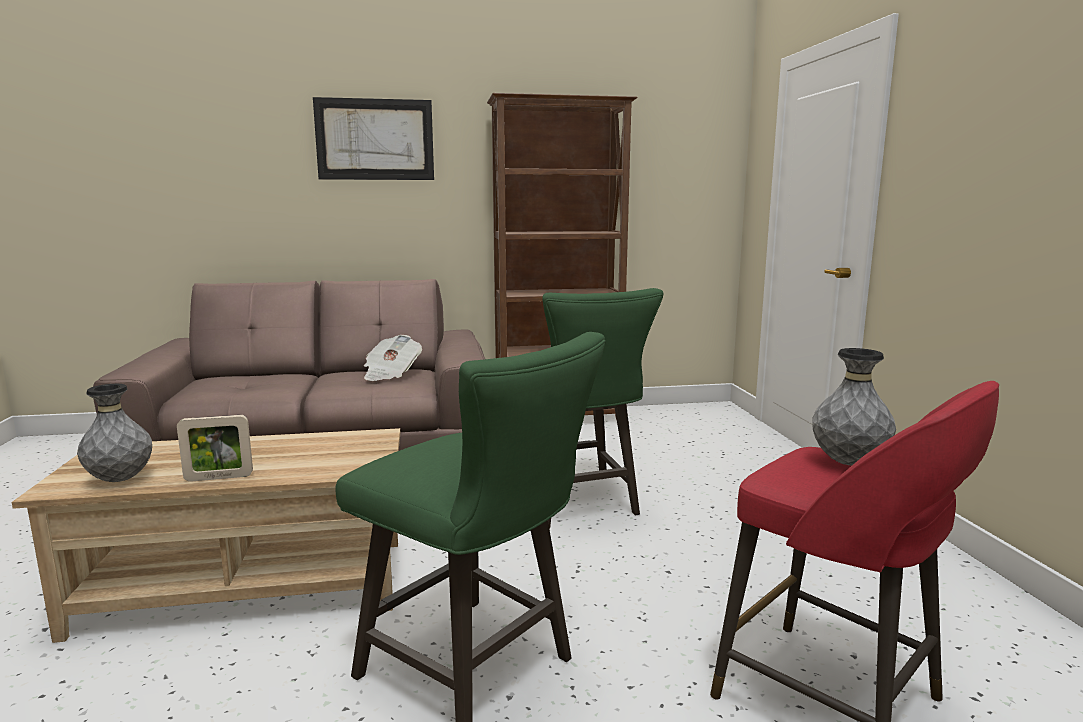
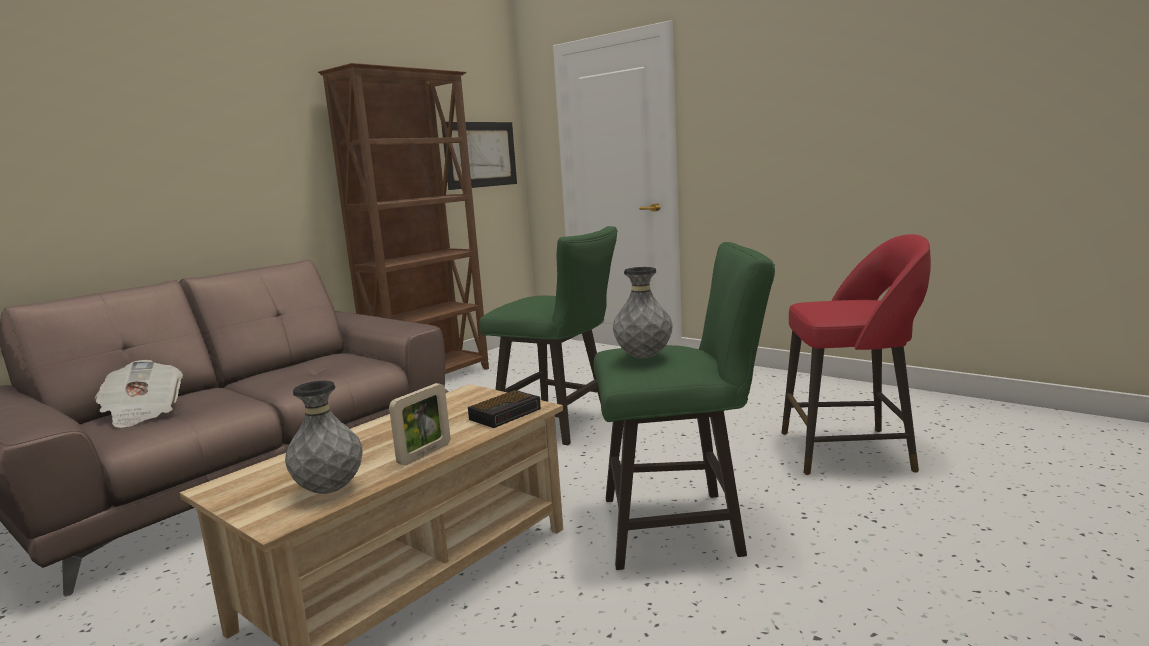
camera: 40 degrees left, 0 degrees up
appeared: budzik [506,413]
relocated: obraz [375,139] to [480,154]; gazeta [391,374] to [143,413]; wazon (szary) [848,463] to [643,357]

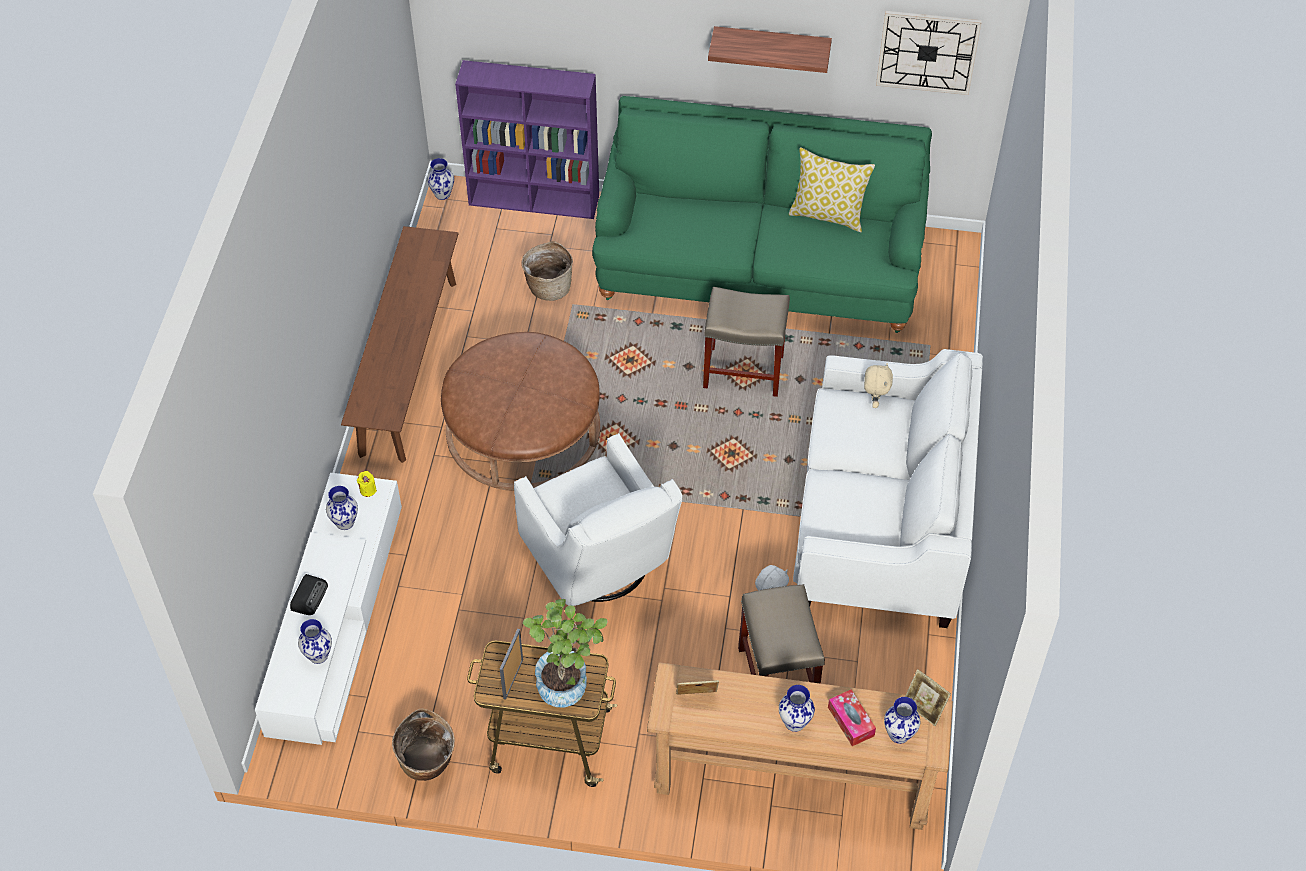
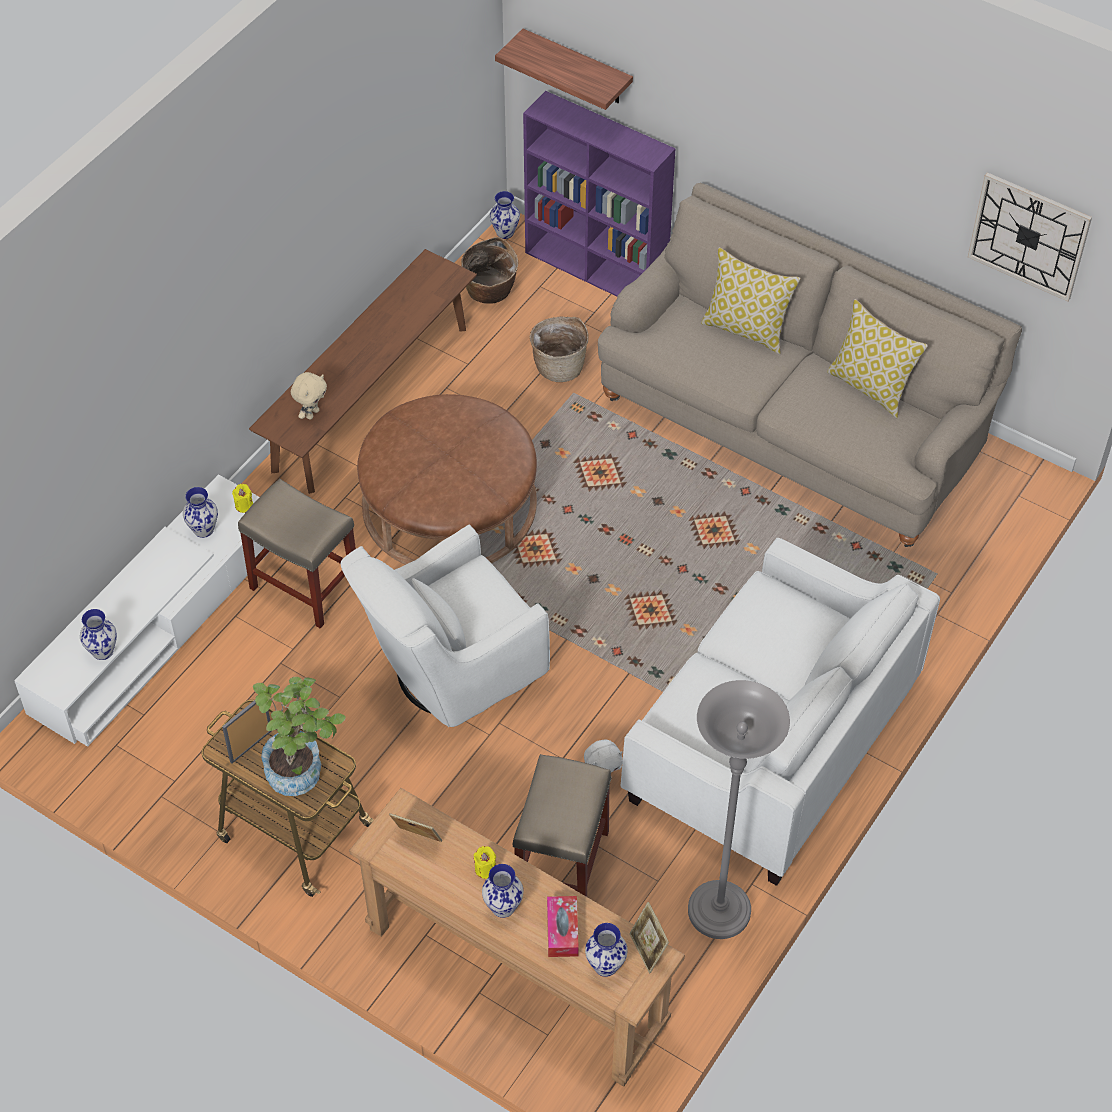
camera: 25 degrees right, 0 degrees up
missing: radio [309,596]
appeared: poduszka [746,329]; lampa stojąca (szary) [719,912]; świeca (żółty) [485,869]
relocated: półka [771,46] to [577,68]; stołek (beżowy) [744,371] to [306,587]; pluszak (beżowy) [874,401] to [312,413]; koszyk [427,763] to [490,292]
colour: kanapa (zielony) [758,269] to kanapa (beżowy) [794,424]
spun: fotel (biały) [601,564] = [448,673] 60 degrees clockwise

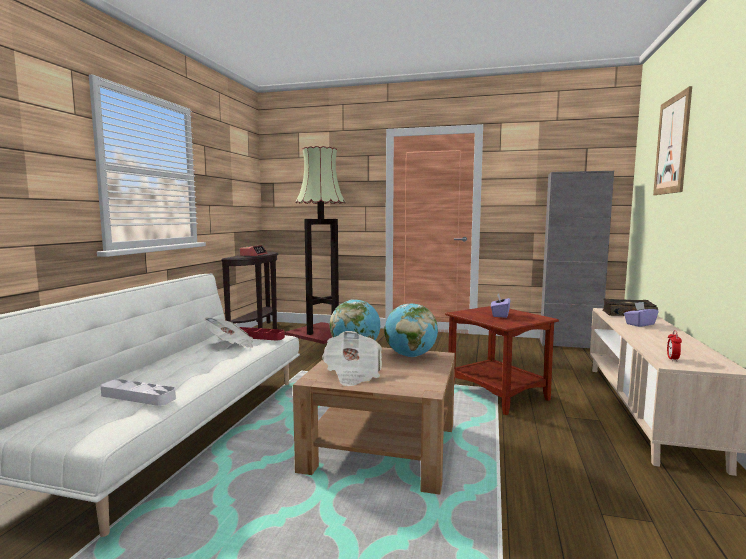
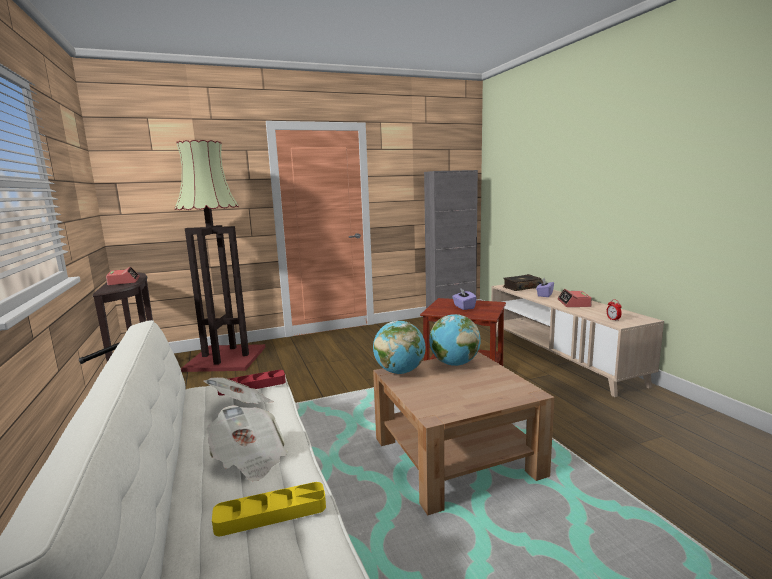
camera: 35 degrees left, 5 degrees up
missing: obraz [672,145]
appeared: budzik [574,303]
relocated: gazeta [352,374] to [249,459]
colour: taca (biały) [138,396] to taca (żółty) [271,513]

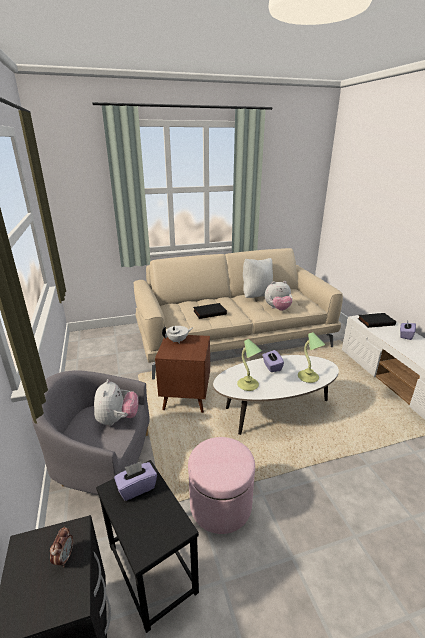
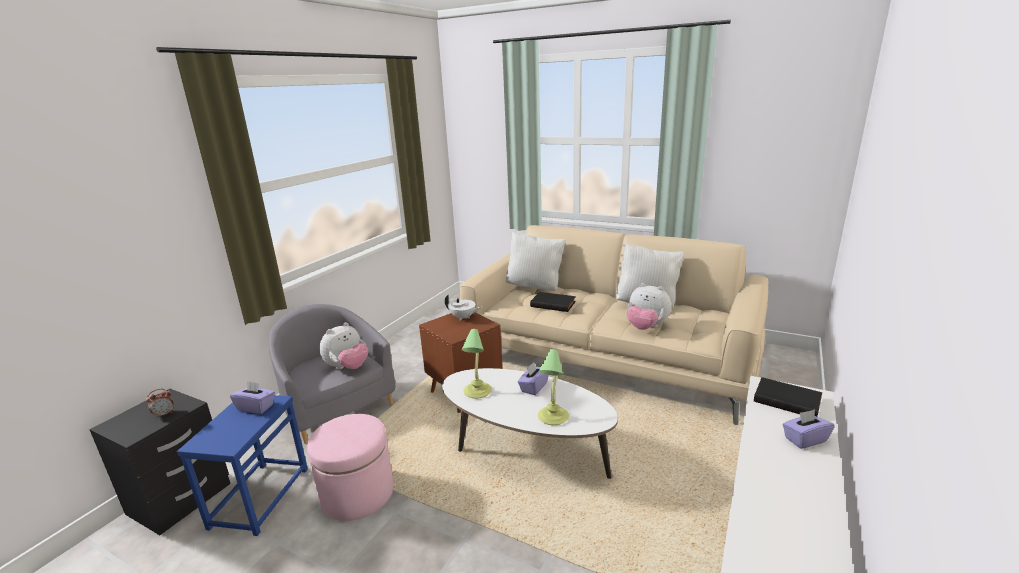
camera: 45 degrees right, 5 degrees down
appeared: poduszka (biały) [535,287]
colour: stolik (czarny) [151,569] to stolik (niebieski) [259,497]

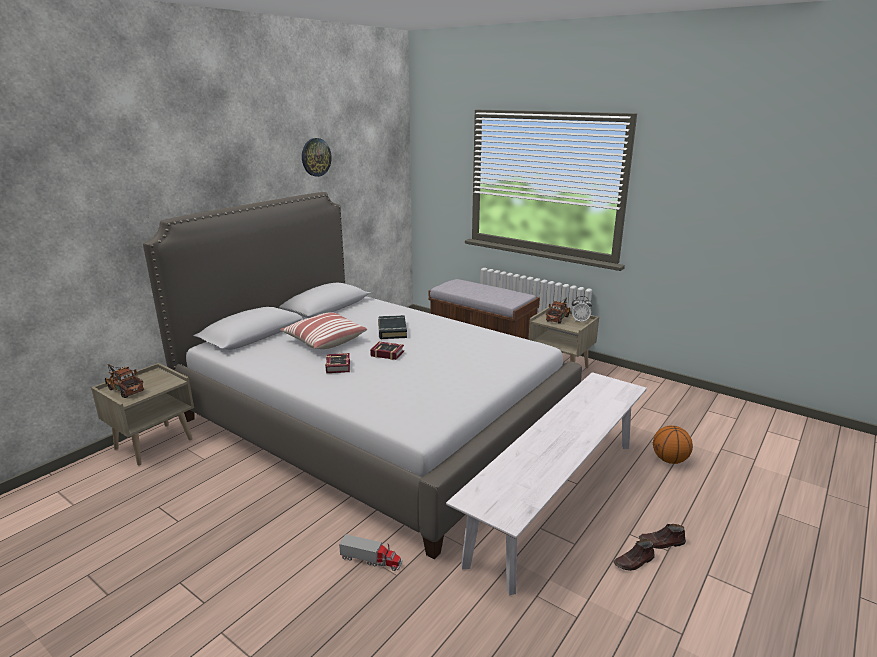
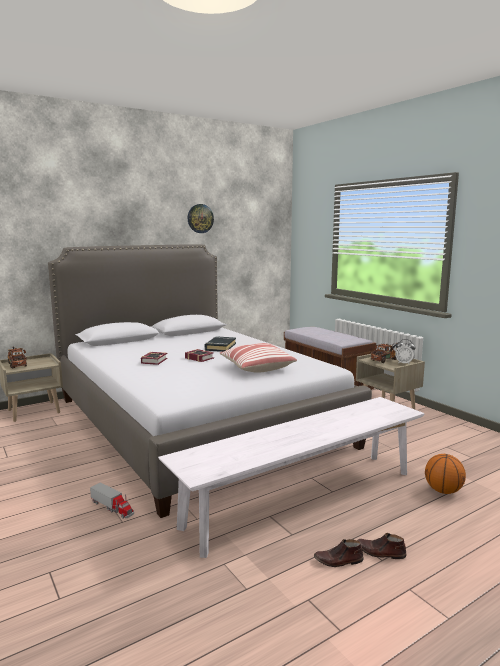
camera: 20 degrees right, 10 degrees down
relocated: poduszka [324,341] to [256,367]

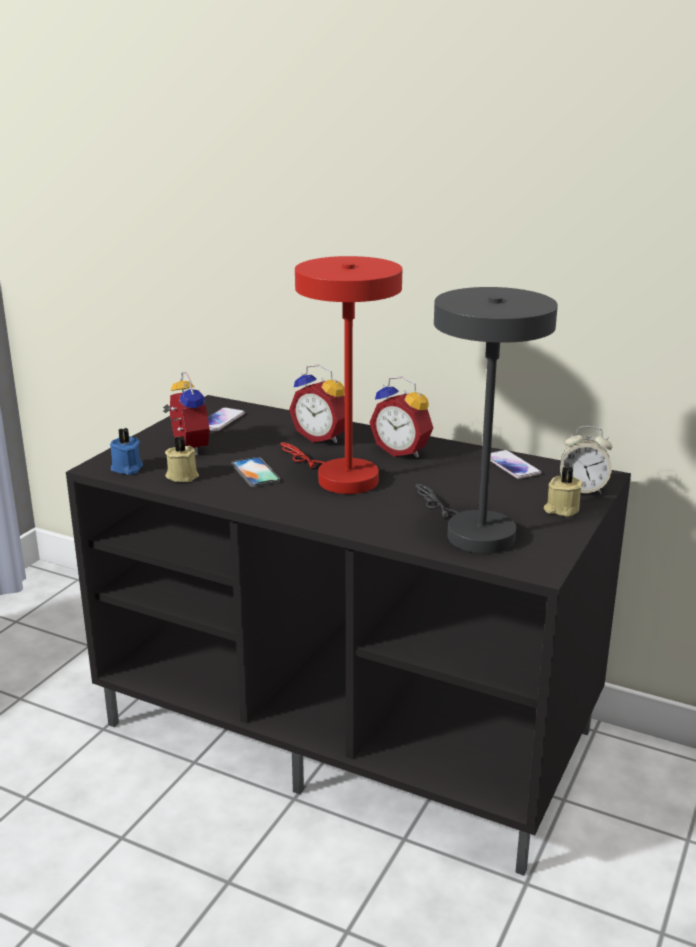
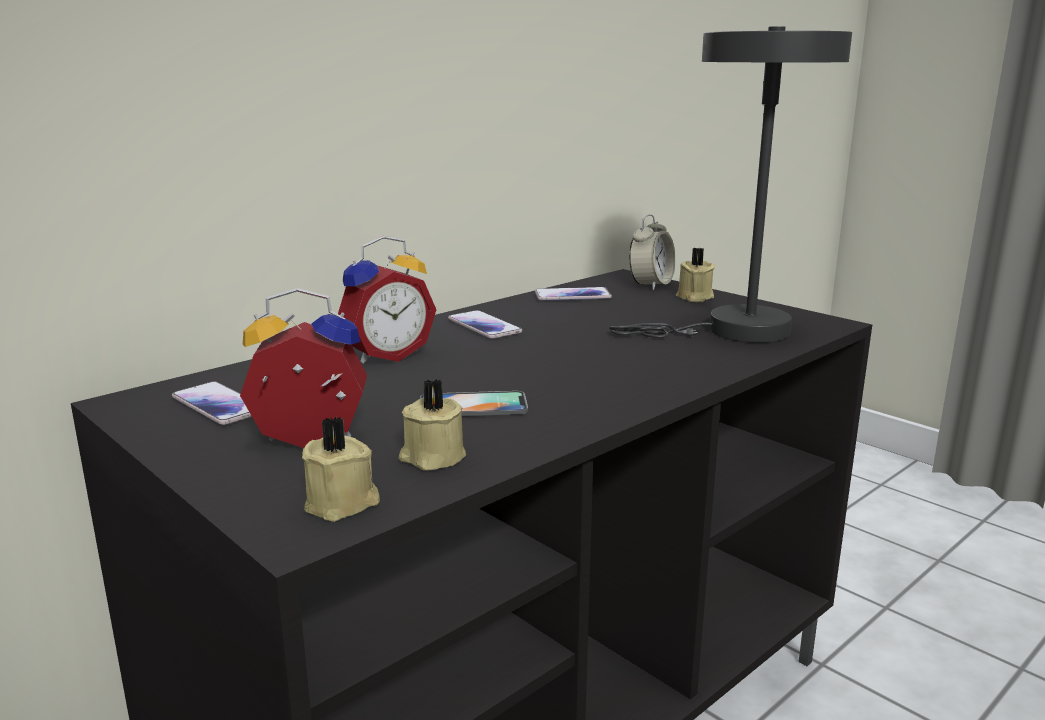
camera: 70 degrees left, 5 degrees down
missing: lampa stołowa (czerwony) [339,477]
exchanged: budzik [403,451] to telefon [484,326]
colour: świeca (niebieski) [127,468] to świeca (beżowy) [343,504]

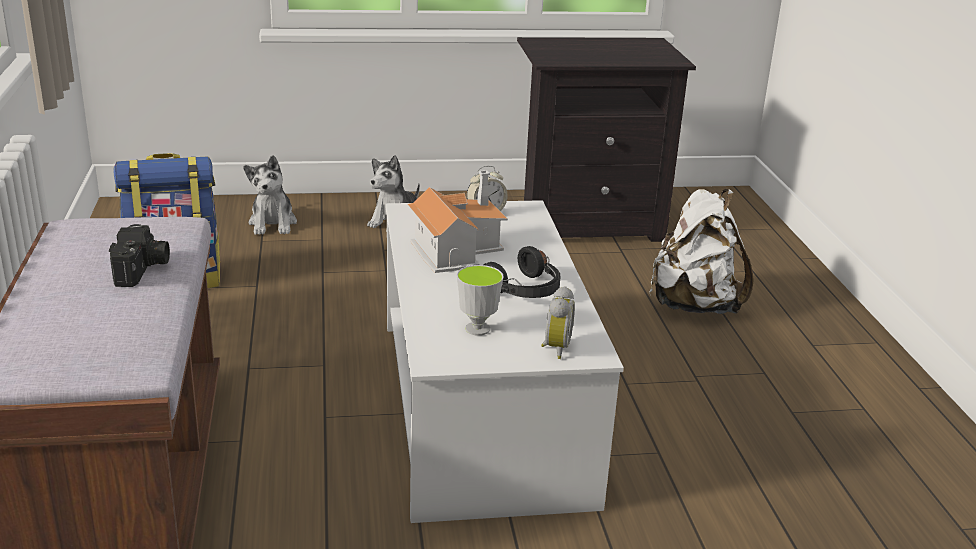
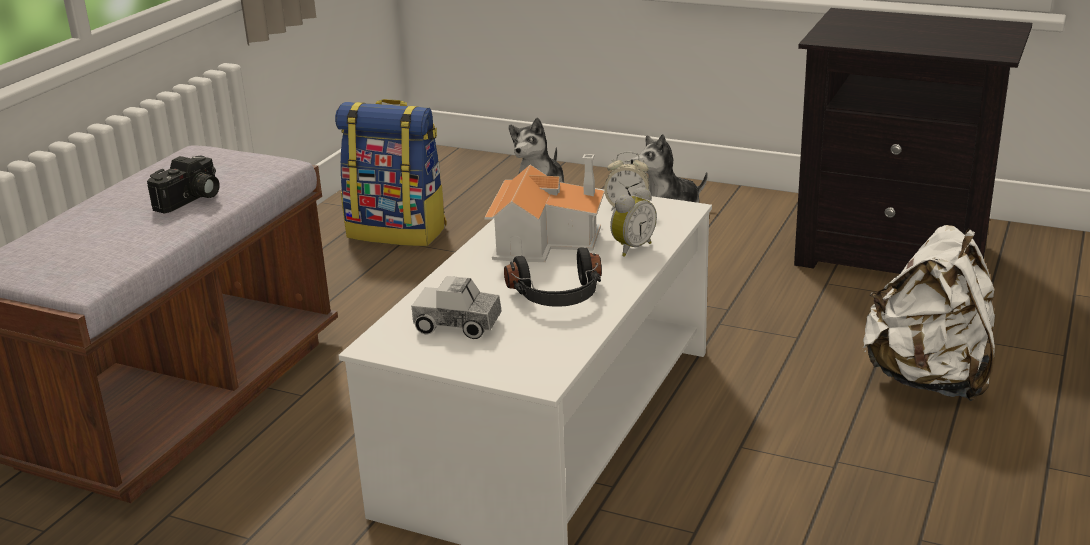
camera: 35 degrees right, 0 degrees up
relocated: budzik [554,348] to [631,248]
exchanged: filiżanka [477,329] to ciężarówka zabawkowa [458,325]

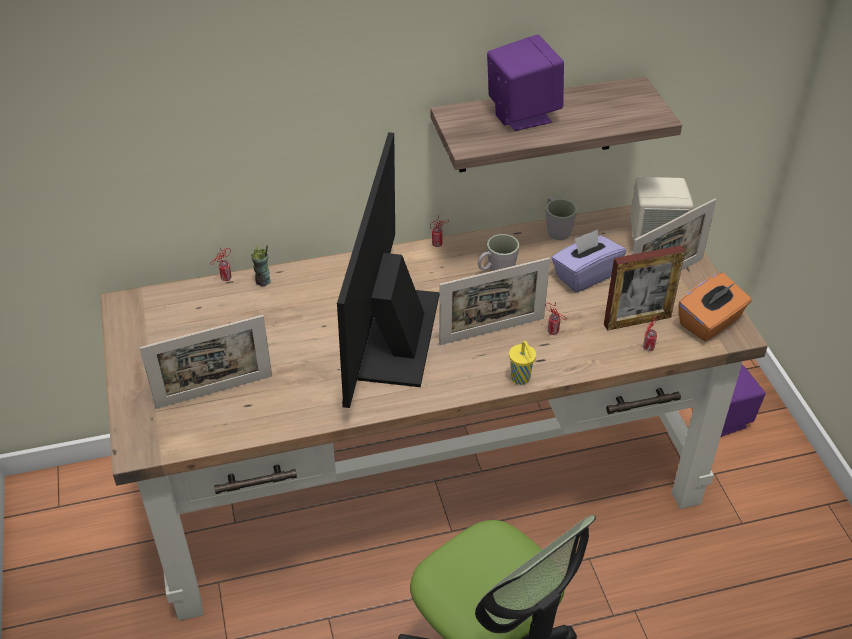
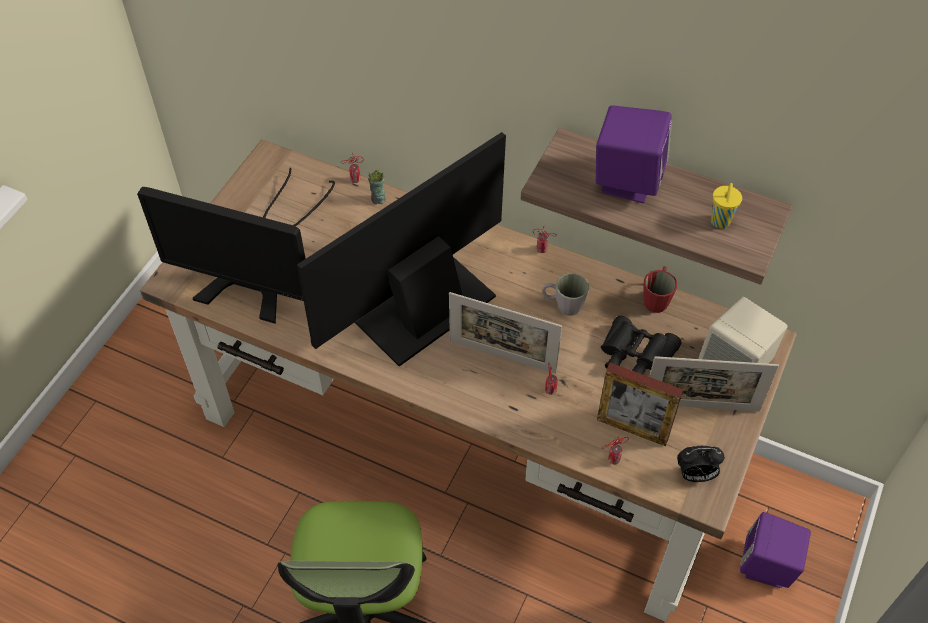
camera: 40 degrees right, 10 degrees up
relocated: filiżanka (żółty) [521,379] to [720,222]
exchanged: pudełko chusteczek (fioletowy) [585,275] to lornetka (czarny) [634,357]; pudełko chusteczek (pomarańczowy) [710,322] to budzik [695,475]; ramka na zdjęcie [214,392] to monitor [258,270]
colour: kubek (szary) [556,229] to kubek (czerwony) [657,298]

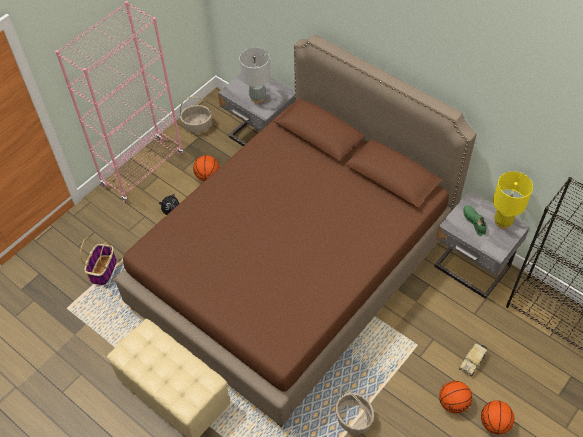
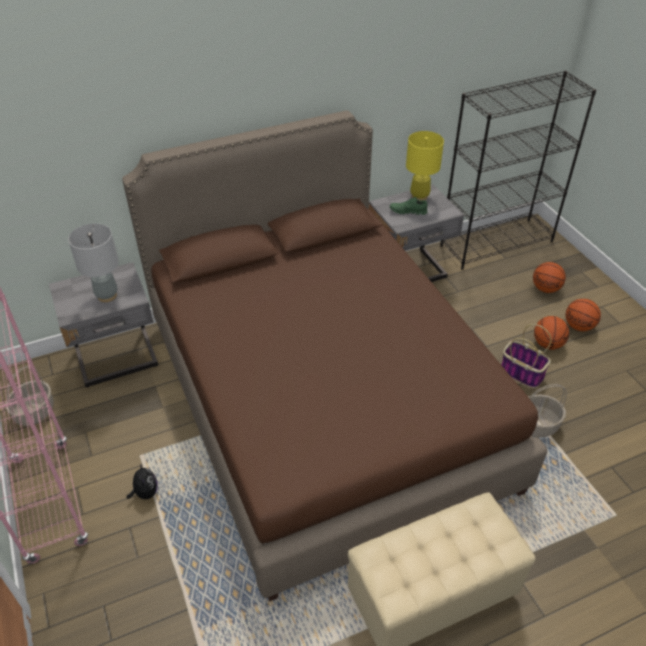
camera: 65 degrees left, 10 degrees down
missing: ciężarówka zabawkowa [472,361]
relocated: piłka do koszykówki [207,176] to [546,289]; koszyk [103,270] to [520,373]

